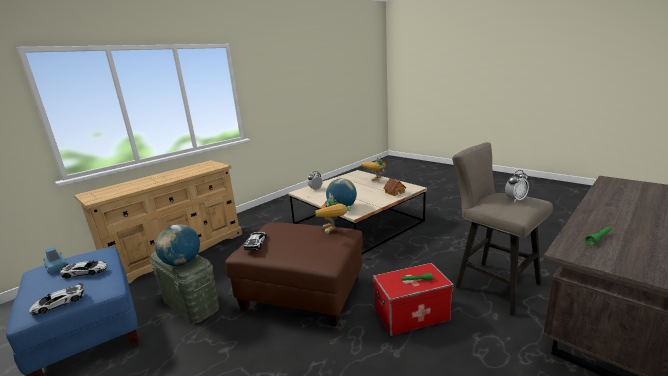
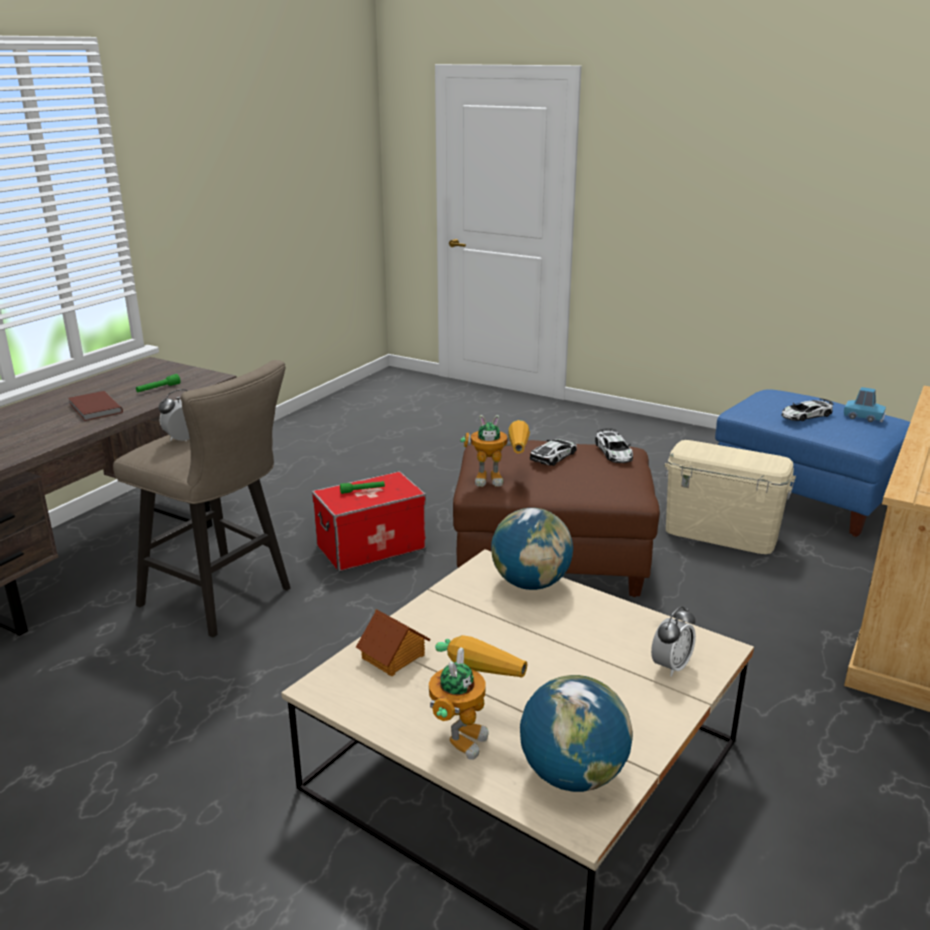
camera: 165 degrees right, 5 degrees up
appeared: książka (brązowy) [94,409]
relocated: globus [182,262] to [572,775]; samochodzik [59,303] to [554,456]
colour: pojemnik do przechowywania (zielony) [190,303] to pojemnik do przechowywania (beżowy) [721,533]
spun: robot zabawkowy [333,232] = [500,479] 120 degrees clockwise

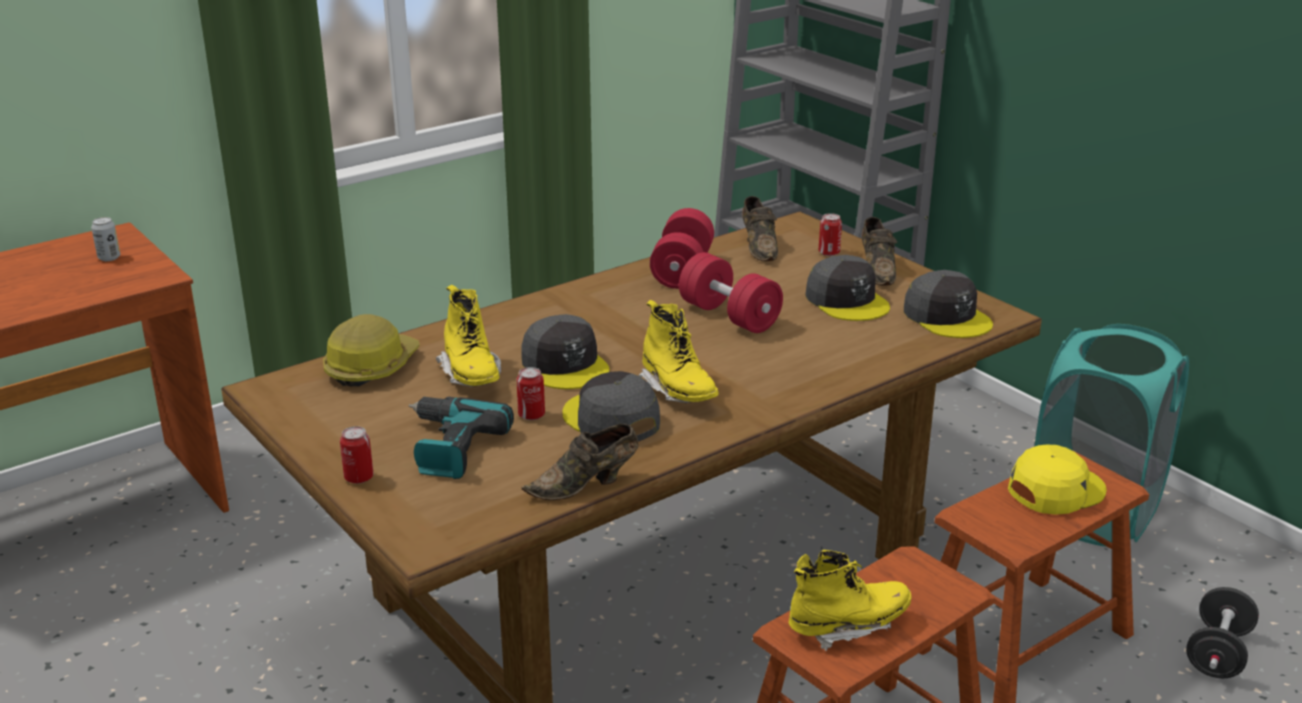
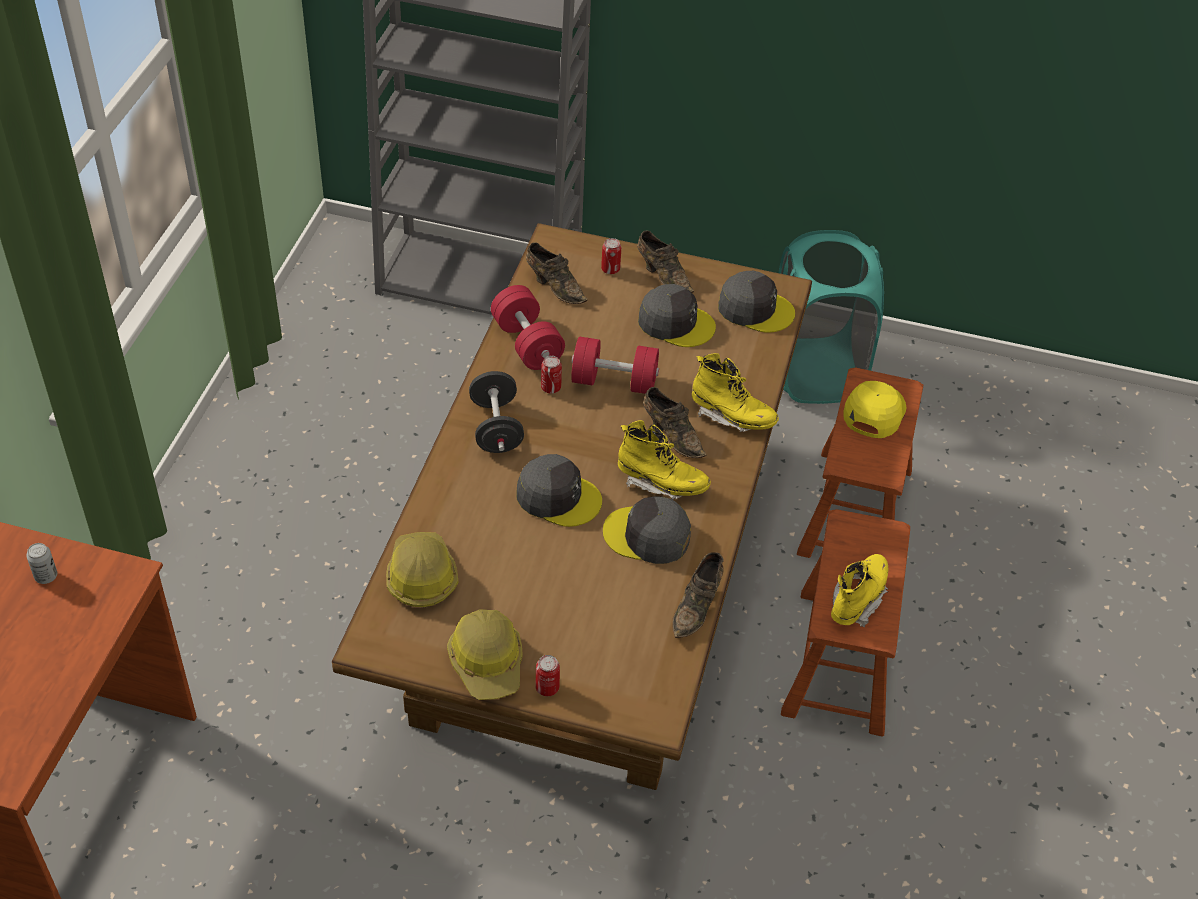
camera: 40 degrees left, 20 degrees up
missing: wiertarka [449,448]
appeared: but (brązowy) [672,435]; kask [488,662]
relocated: but z cholewką (żółty) [471,375] to [732,416]; puszka [531,415] to [551,387]; hantel (czarny) [1217,653] to [496,428]

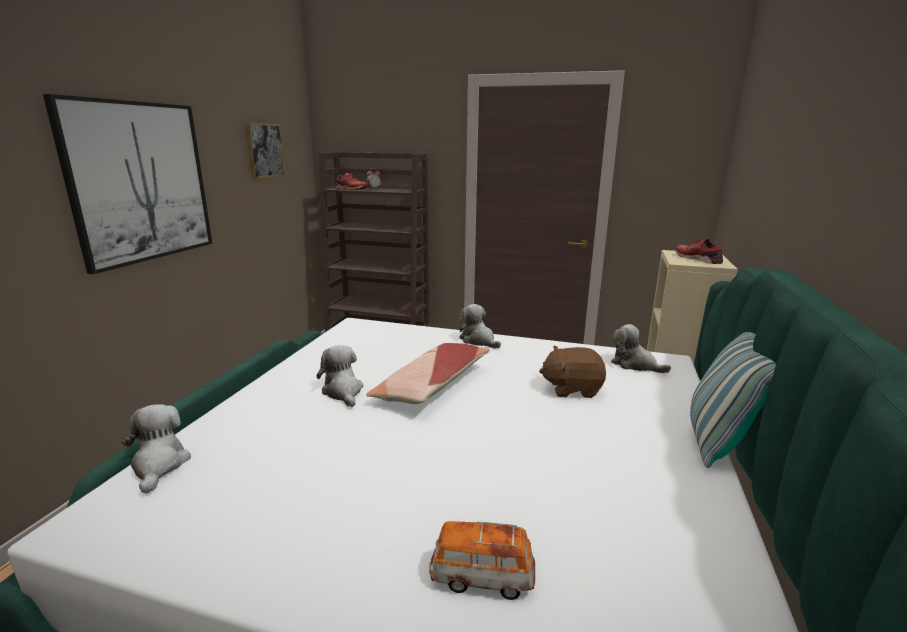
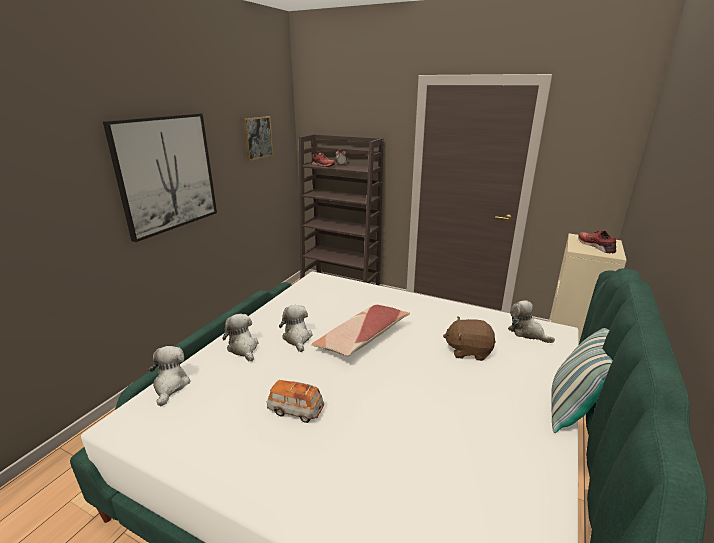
camera: 10 degrees right, 5 degrees up
relocated: pluszak [478,340] to [243,348]; samochodzik [481,577] to [295,410]

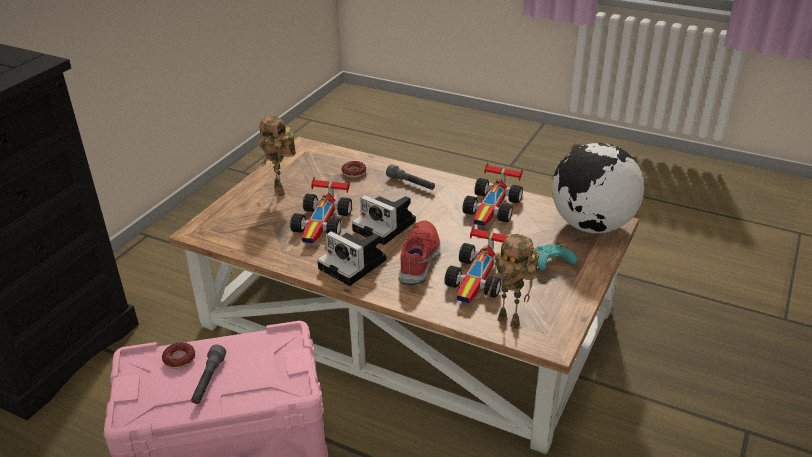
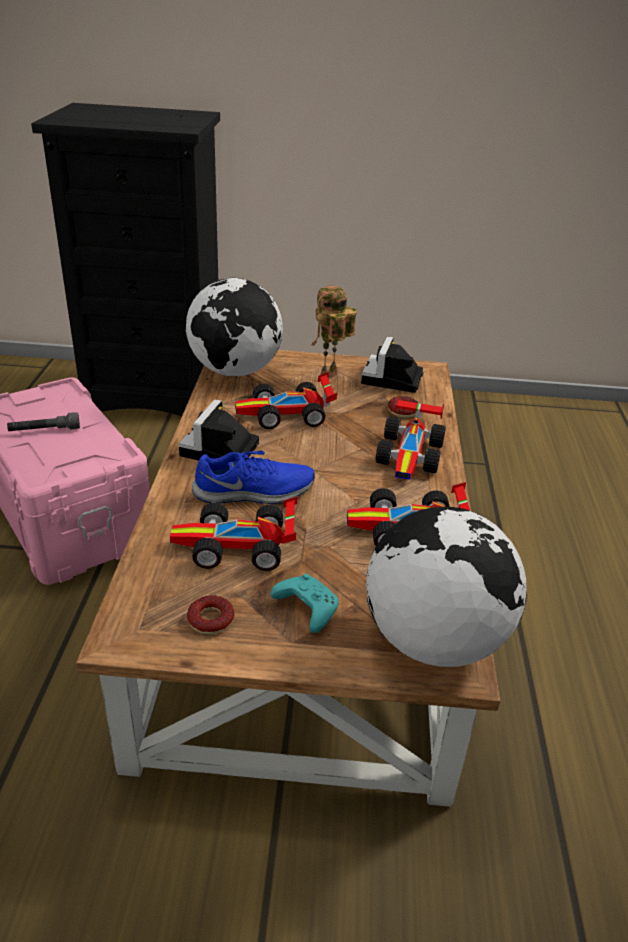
camera: 65 degrees right, 0 degrees up
missing: robot zabawkowy [511,321]
appeared: globus [235,371]
relocated: aparat fotograficzny [386,226] to [392,380]; donut [179,359] to [210,619]
exchanged: latarka (szary) [411,184] to samochodzik [411,454]
colour: but (czerwony) [420,259] to but (niebieski) [254,492]

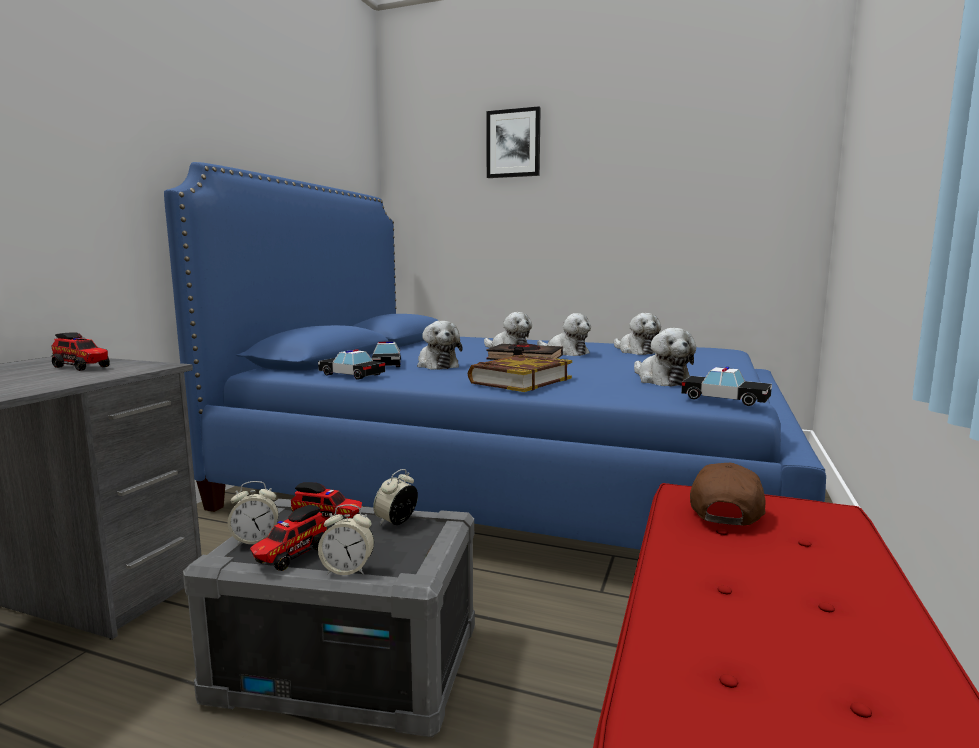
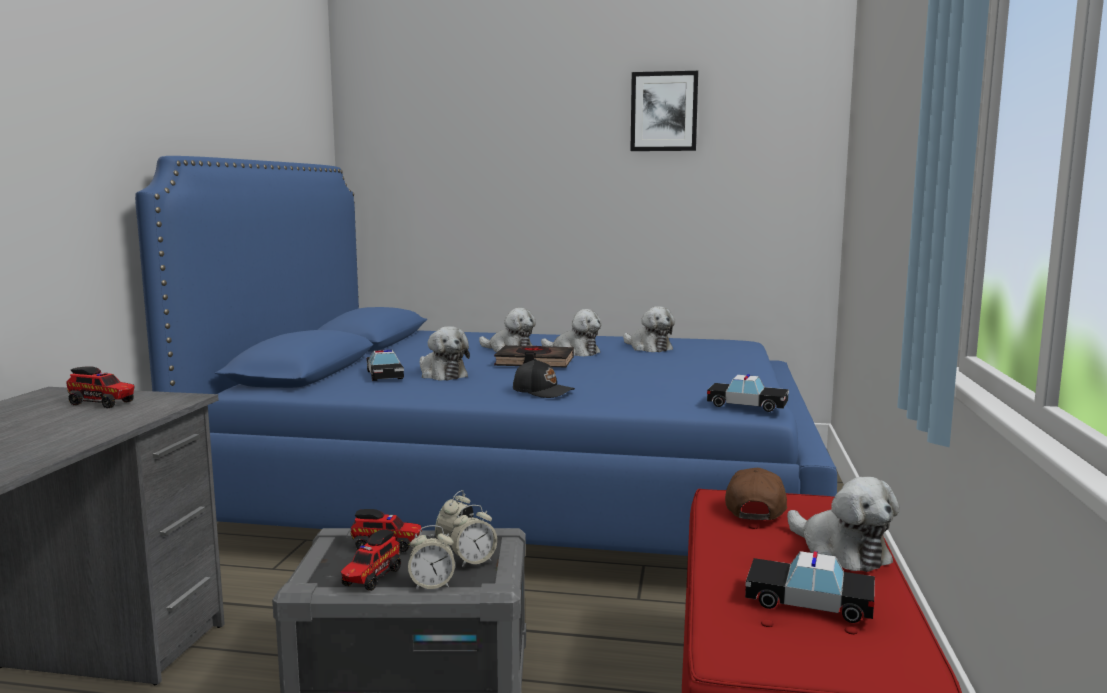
camera: 10 degrees left, 0 degrees up
relocated: obraz [513,143] to [664,111]; pluszak [661,380] to [840,551]; samochodzik [351,375] to [809,602]; budzik [255,540] to [473,561]
exchanged: książka [520,380] to czapka z daszkiem (czarny) [543,391]

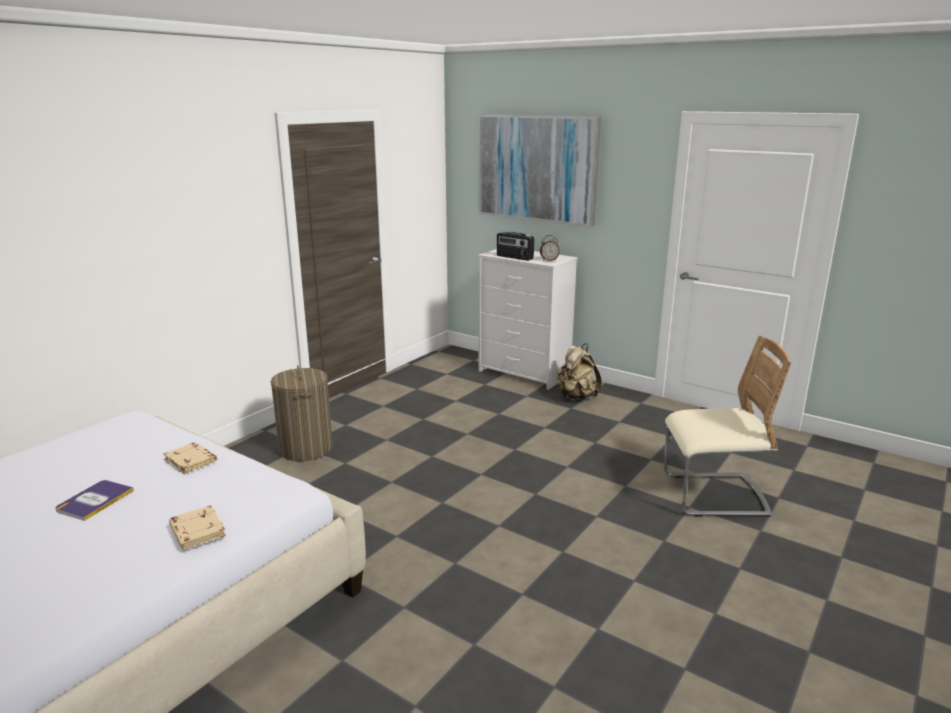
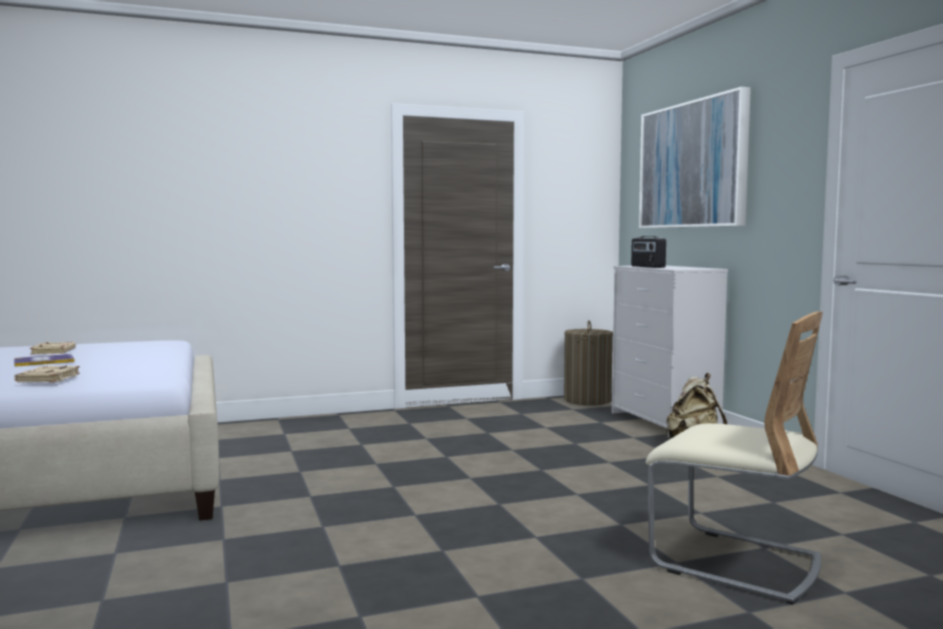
camera: 35 degrees right, 15 degrees down
missing: budzik [549,260]
relocated: kosz na pranie [306,449] to [587,400]; książka (beżowy) [192,461] to [54,352]

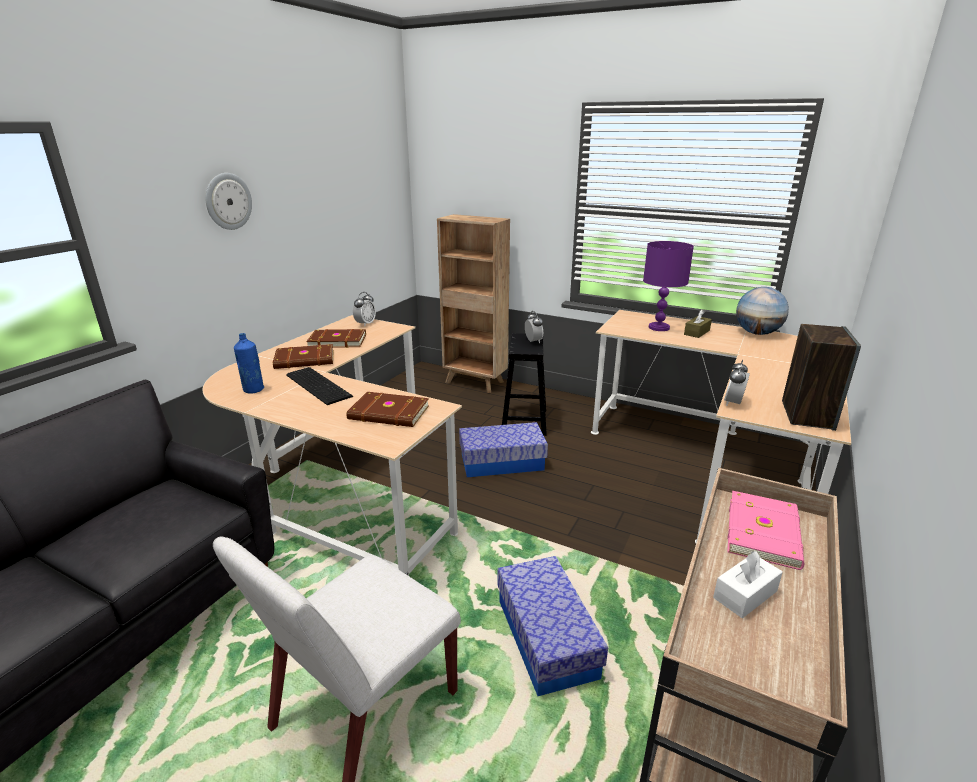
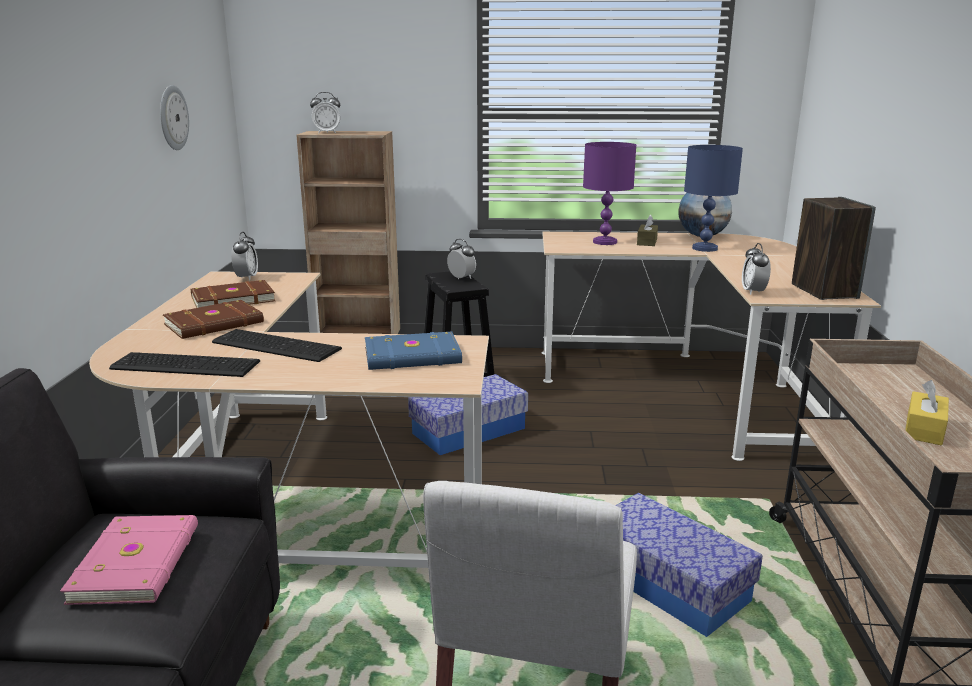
camera: 25 degrees left, 5 degrees down
appeared: budzik [327,133]; lampa stołowa (niebieski) [705,248]
relocated: zegar ścienny [228,201] to [172,118]; książka (różowy) [765,532] to [139,563]
exchanged: butelka (niebieski) [253,390] to klawiatura [185,364]
colour: książka (brązowy) [389,413] to książka (niebieski) [413,356]; pudełko chusteczek (biały) [745,594] to pudełko chusteczek (żółty) [924,429]

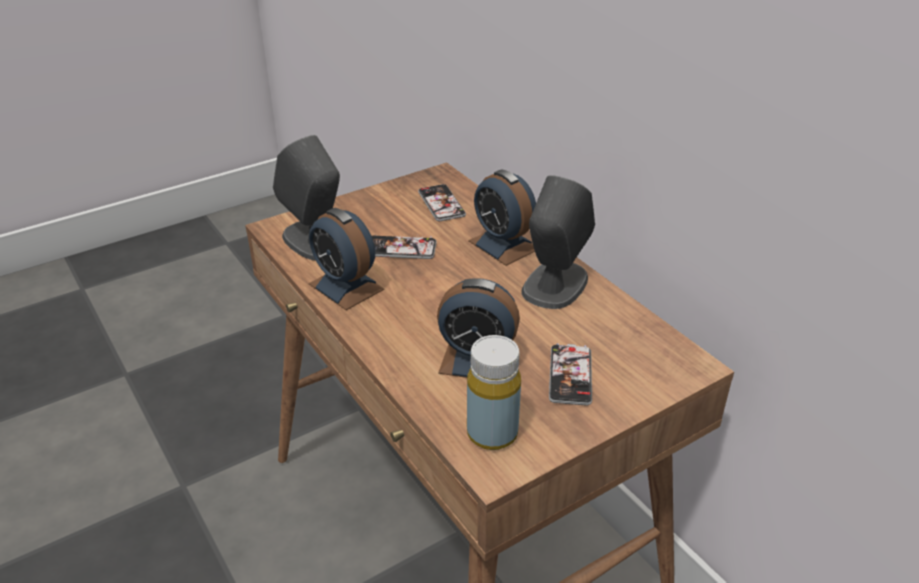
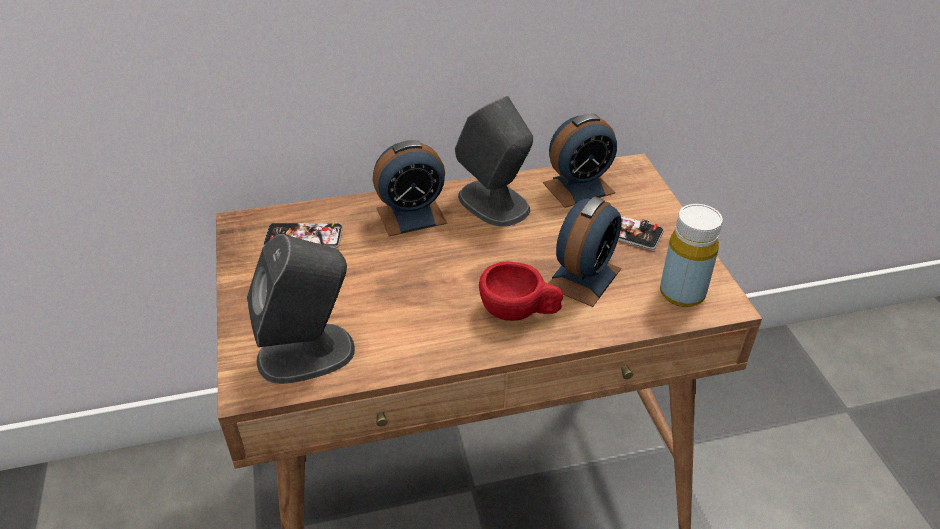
camera: 70 degrees left, 5 degrees up
missing: telefon [400,249]
appeared: filiżanka (czerwony) [519,312]
relocated: budzik [346,286] to [578,188]

